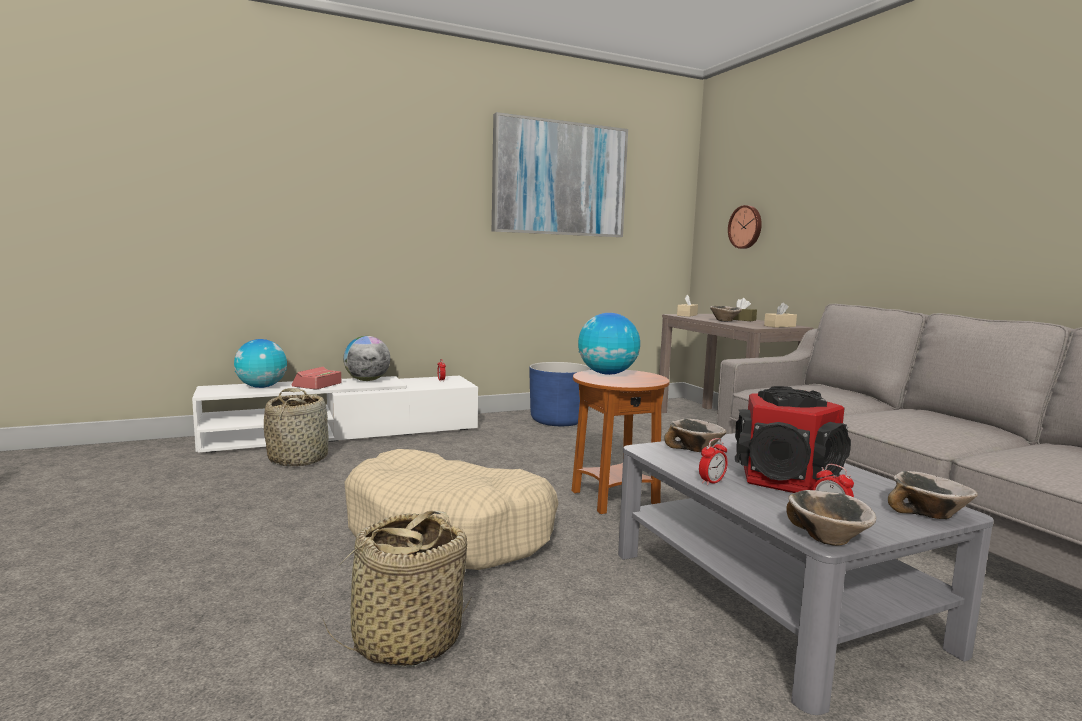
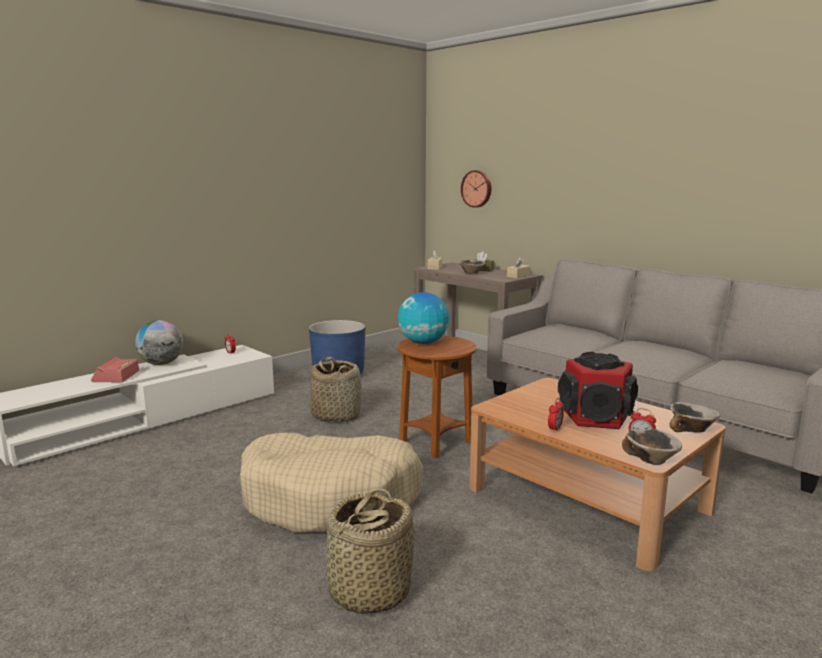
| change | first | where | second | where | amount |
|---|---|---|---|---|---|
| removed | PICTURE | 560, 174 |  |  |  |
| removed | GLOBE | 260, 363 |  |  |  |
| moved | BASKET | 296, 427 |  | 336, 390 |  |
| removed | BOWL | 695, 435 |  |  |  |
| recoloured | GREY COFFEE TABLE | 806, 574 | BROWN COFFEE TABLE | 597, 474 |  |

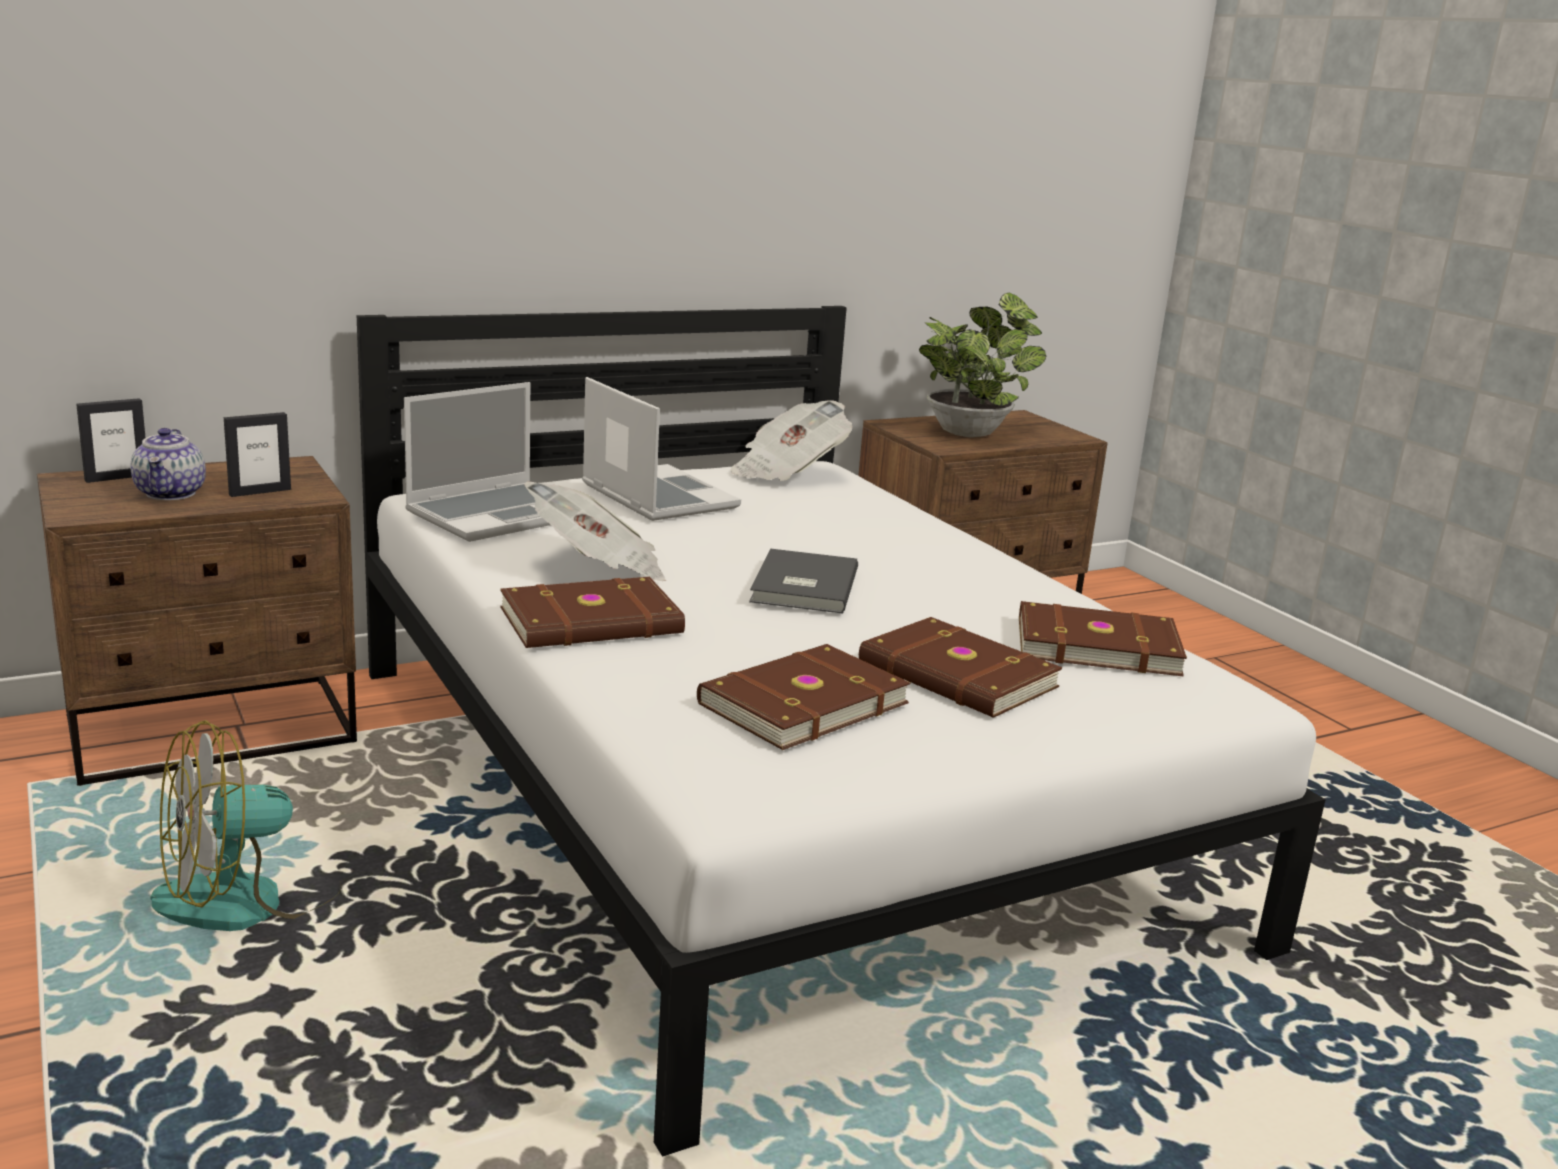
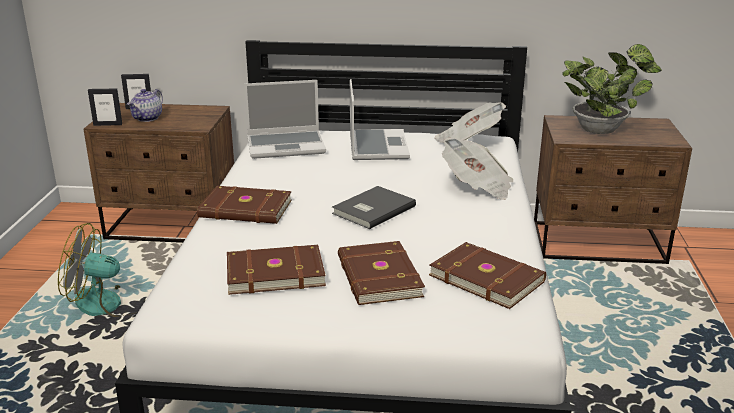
| change | first | where | second | where | amount |
|---|---|---|---|---|---|
| moved | PICTURE FRAME | 257, 454 |  | 105, 107 |  |
| moved | NEWSPAPER | 595, 531 |  | 477, 168 |  |

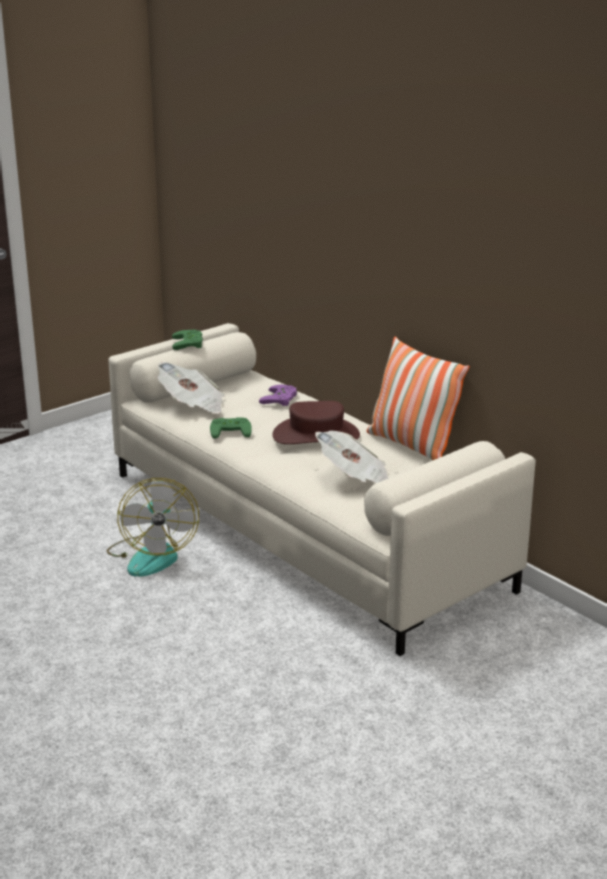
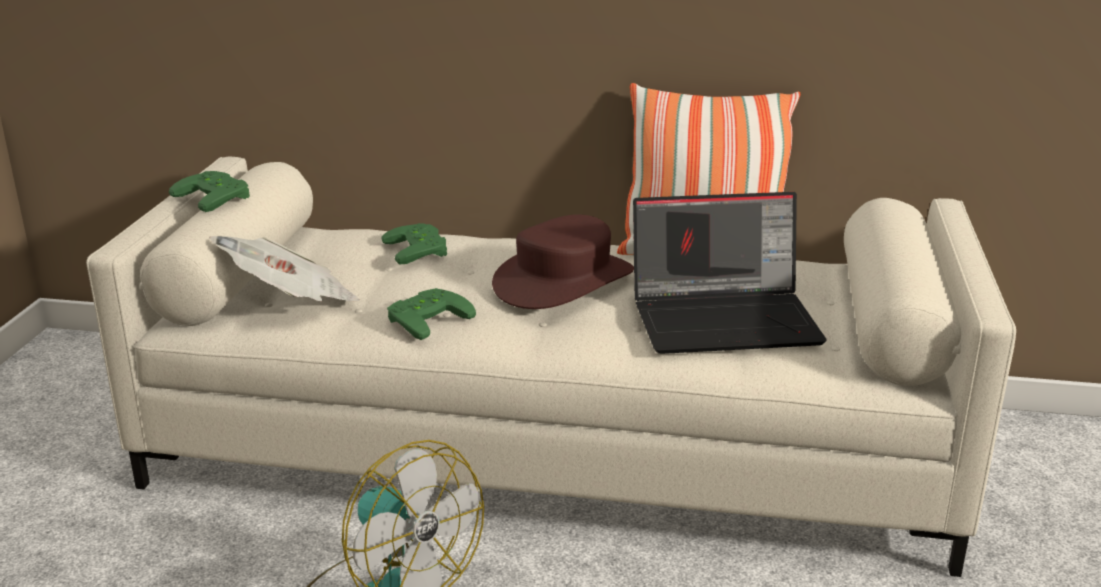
| change | first | where | second | where | amount |
|---|---|---|---|---|---|
| recoloured | PURPLE GAME CONTROLLER | 278, 395 | GREEN GAME CONTROLLER | 414, 243 |  |
| replaced | NEWSPAPER | 352, 457 | LAPTOP | 730, 273 |  |

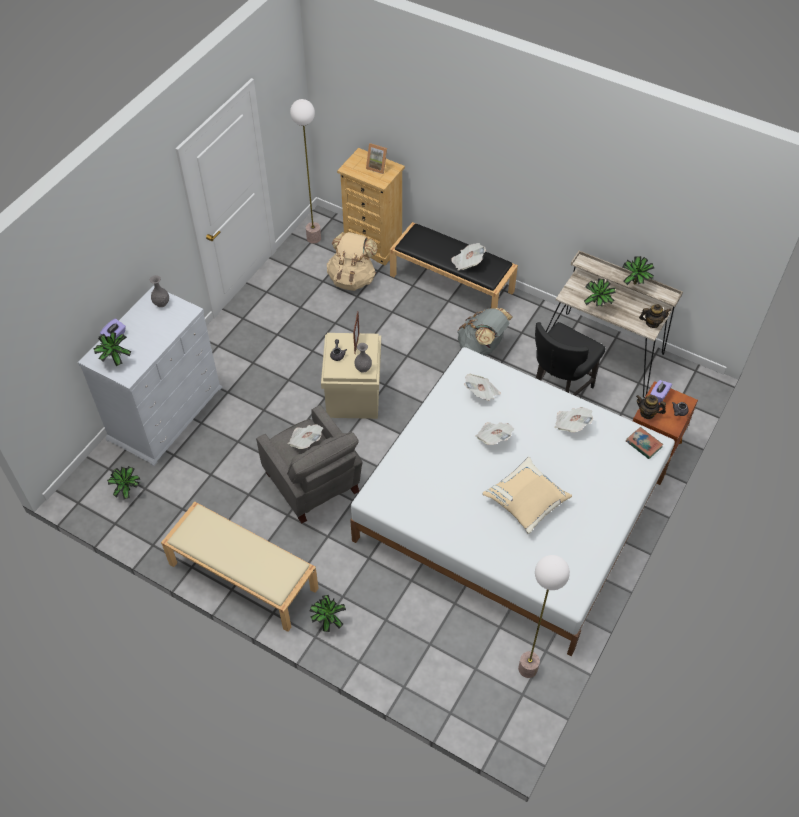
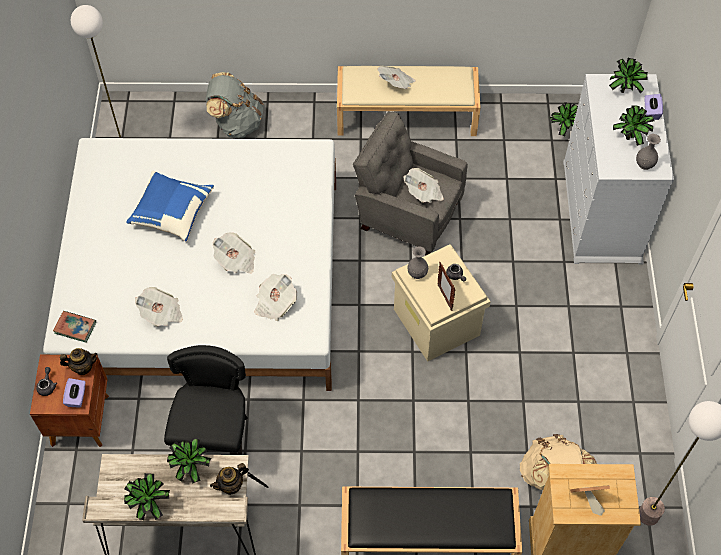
| change | first | where | second | where | amount |
|---|---|---|---|---|---|
| moved | NEWSPAPER | 468, 257 |  | 396, 77 |  |
| moved | TEAPOT | 655, 316 |  | 229, 479 |  |
| moved | GREY BACKPACK | 484, 332 |  | 235, 105 |  |
| recoloured | BEIGE PILLOW | 527, 495 | BLUE PILLOW | 170, 206 |  |
| moved | POTTED PLANT | 327, 613 |  | 633, 125 |  |

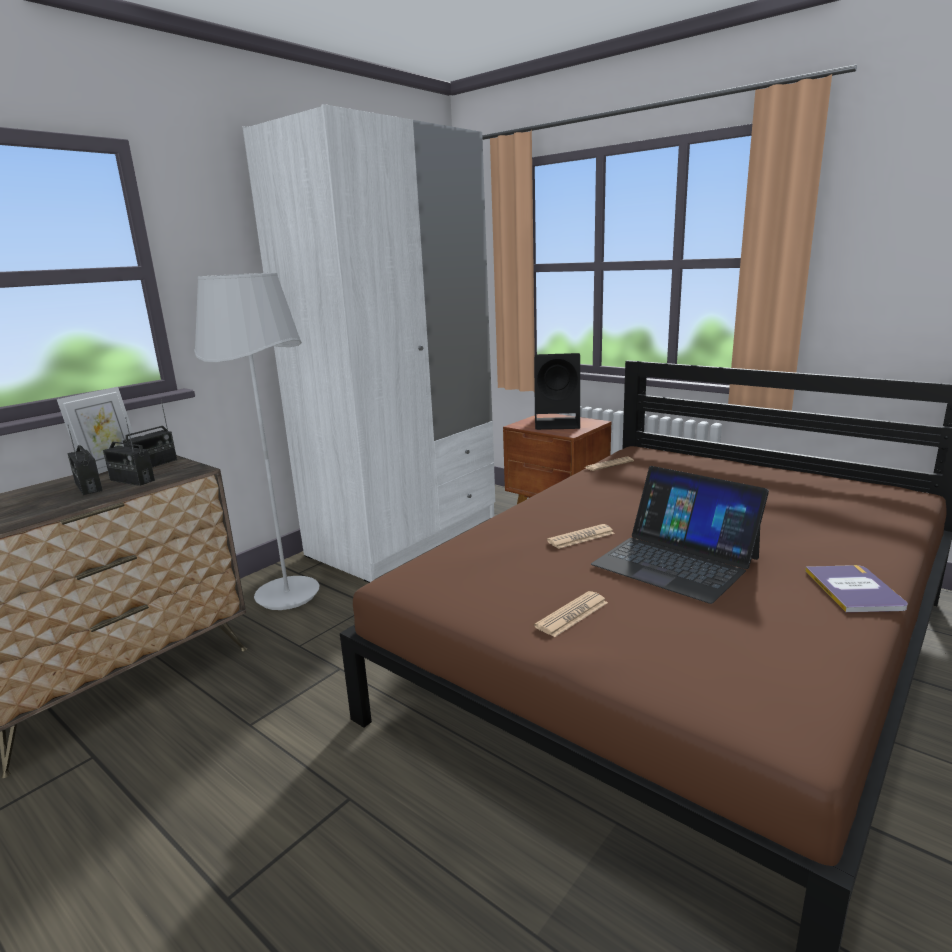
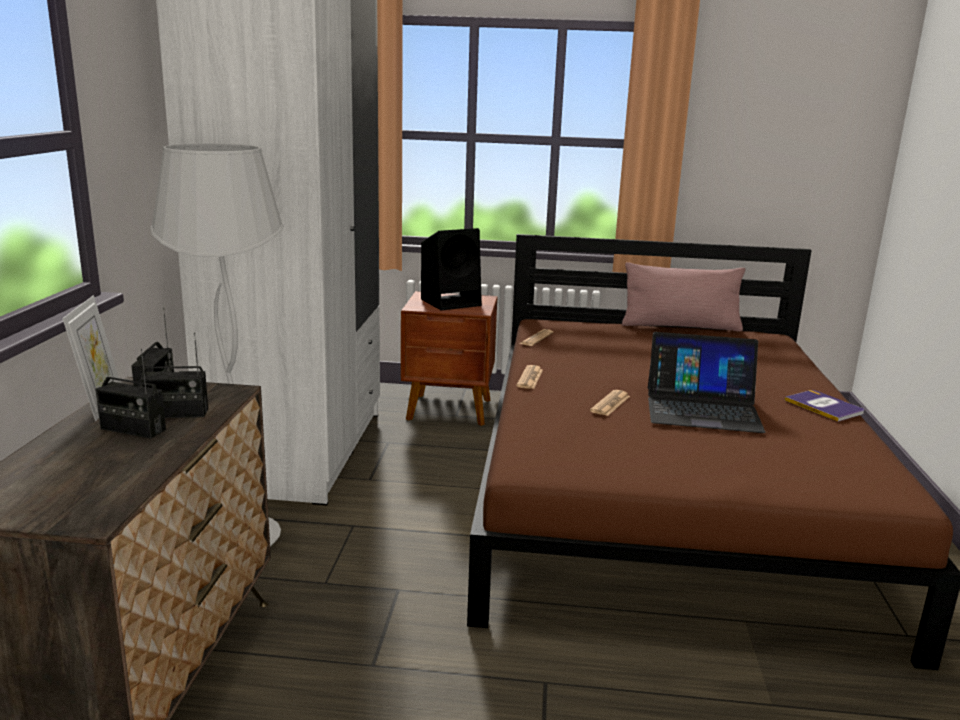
| change | first | where | second | where | amount |
|---|---|---|---|---|---|
| moved | NEWSPAPER | 571, 614 |  | 529, 377 |  |
| added |  |  | PINK PILLOW | 683, 296 |  |

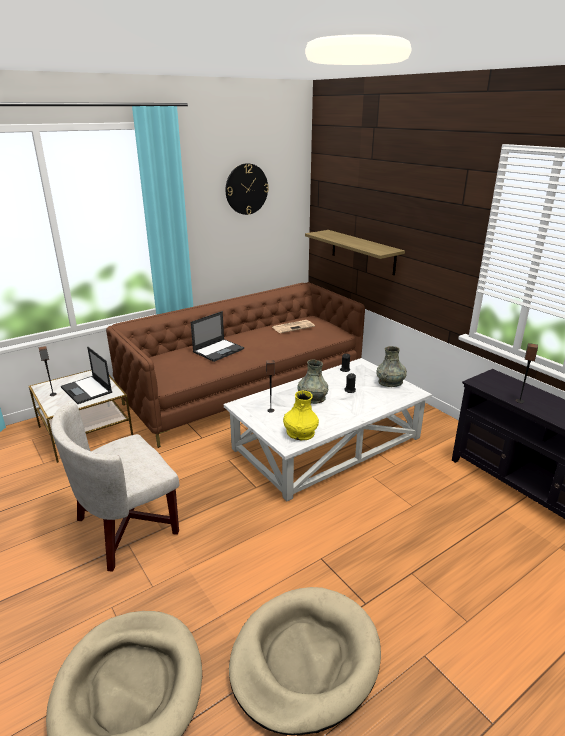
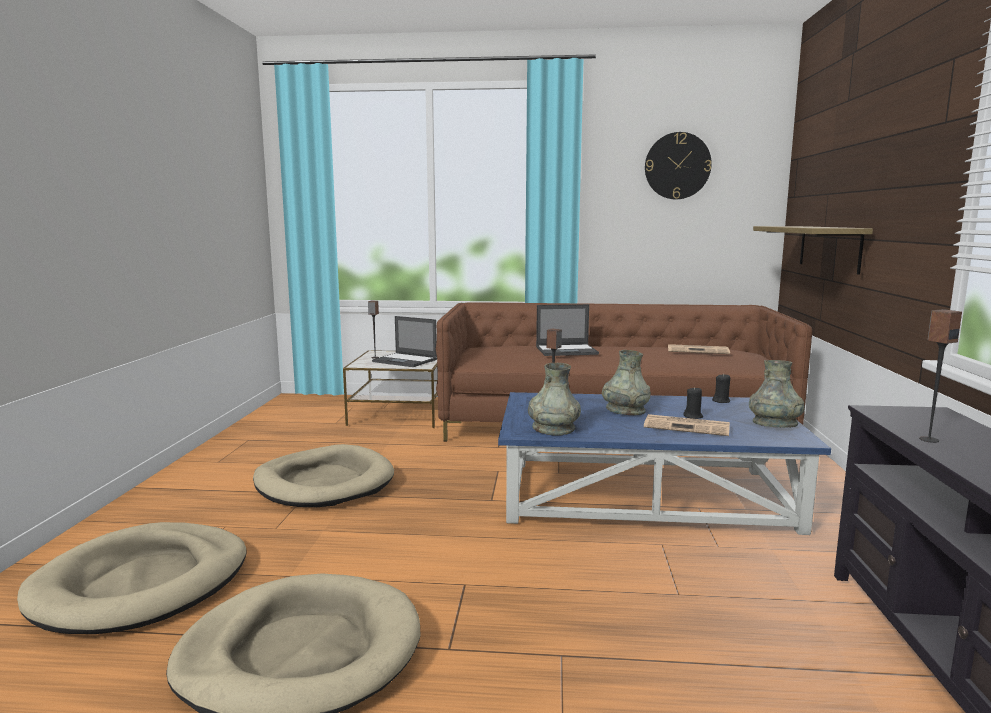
| change | first | where | second | where | amount |
|---|---|---|---|---|---|
| turned | LAPTOP | 86, 375 |  | 404, 341 | 60 degrees counterclockwise |
| recoloured | WHITE COFFEE TABLE | 328, 429 | BLUE COFFEE TABLE | 664, 463 |  |
| recoloured | YELLOW VASE | 301, 415 | GREY VASE | 554, 399 |  |
| replaced | WHITE ARMCHAIR | 115, 487 | BEIGE DOG BED | 323, 475 |  |
| added |  |  | NEWSPAPER | 687, 425 |  |

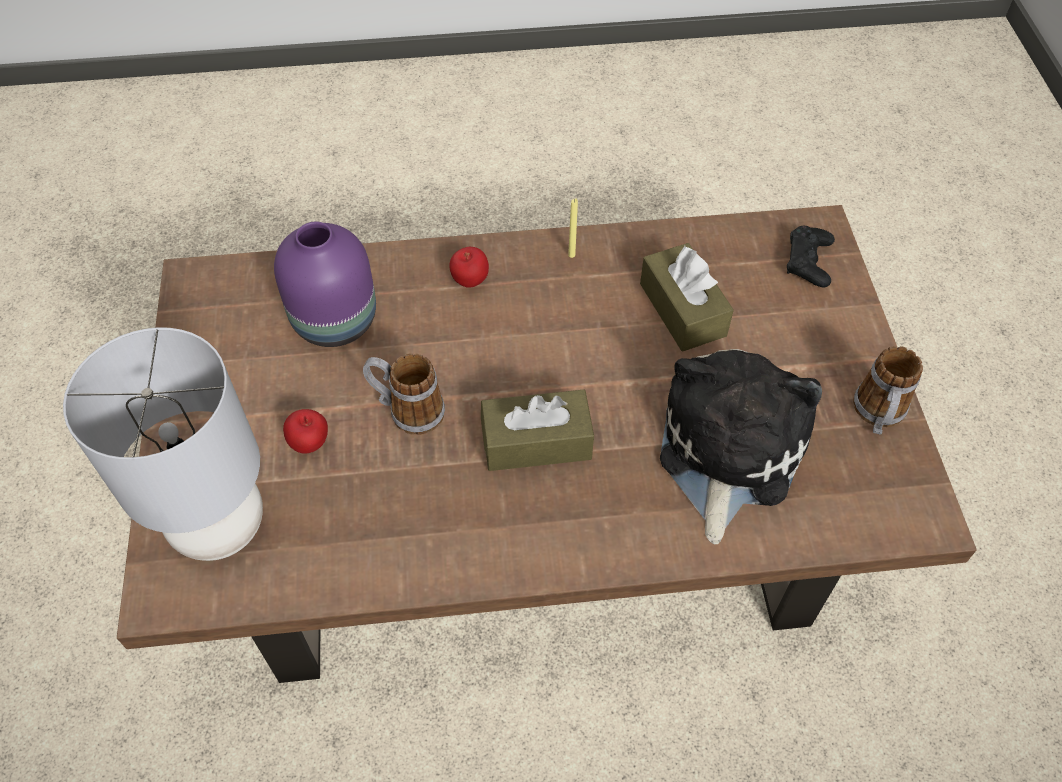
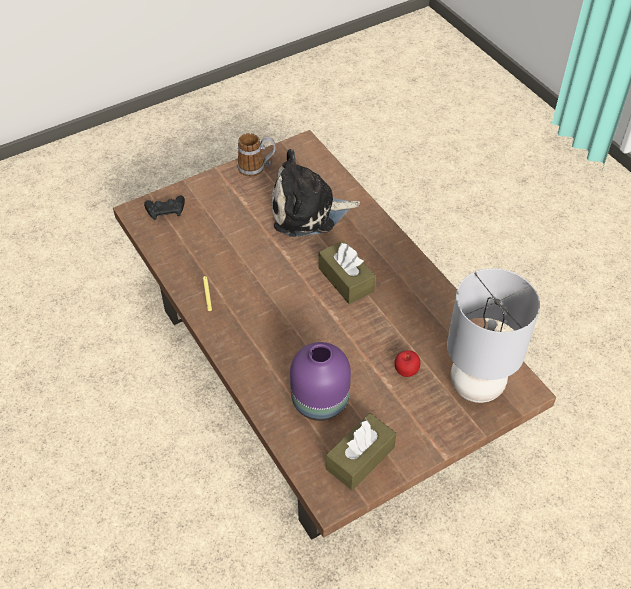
| change | first | where | second | where | amount |
|---|---|---|---|---|---|
| moved | BROWN TISSUE BOX | 687, 297 |  | 361, 451 |  |
| removed | APPLE | 469, 267 |  |  |  |
| removed | MUG | 404, 394 |  |  |  |

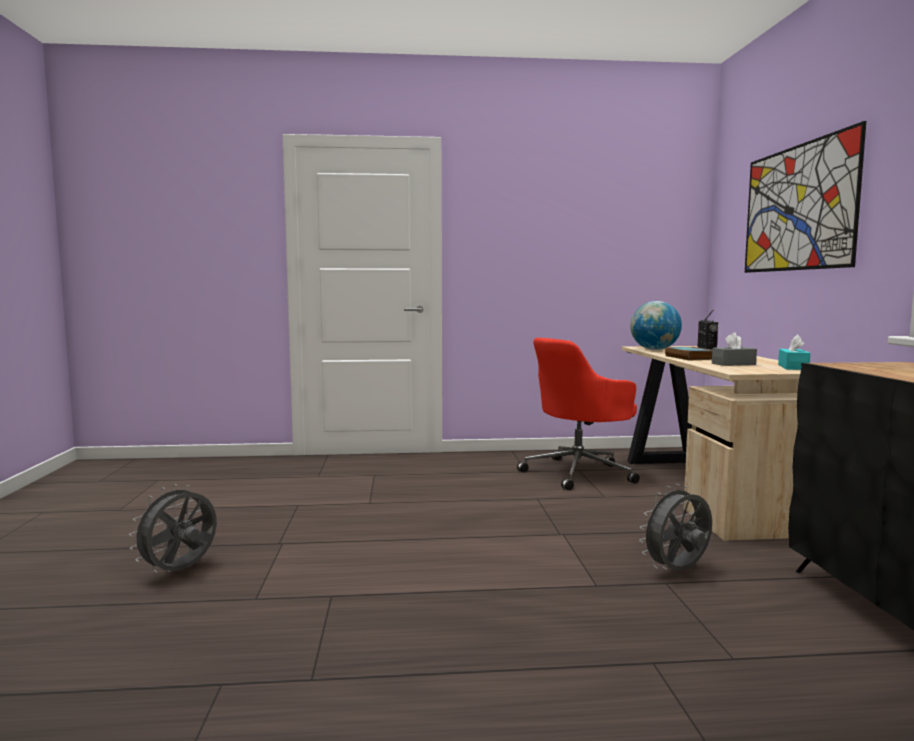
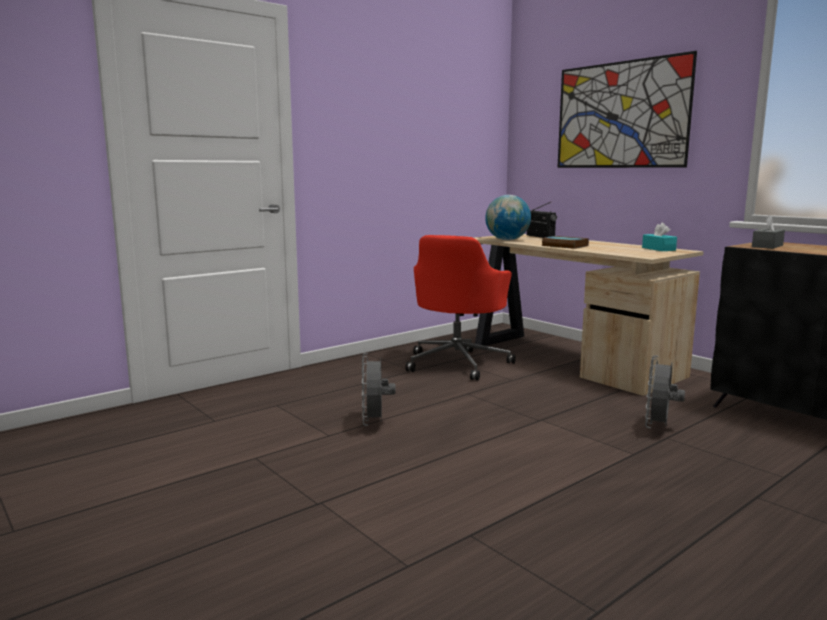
| change | first | where | second | where | amount |
|---|---|---|---|---|---|
| moved | GREY TISSUE BOX | 734, 349 |  | 768, 231 |  |
| moved | GREY FAN | 173, 528 |  | 379, 389 |  |

